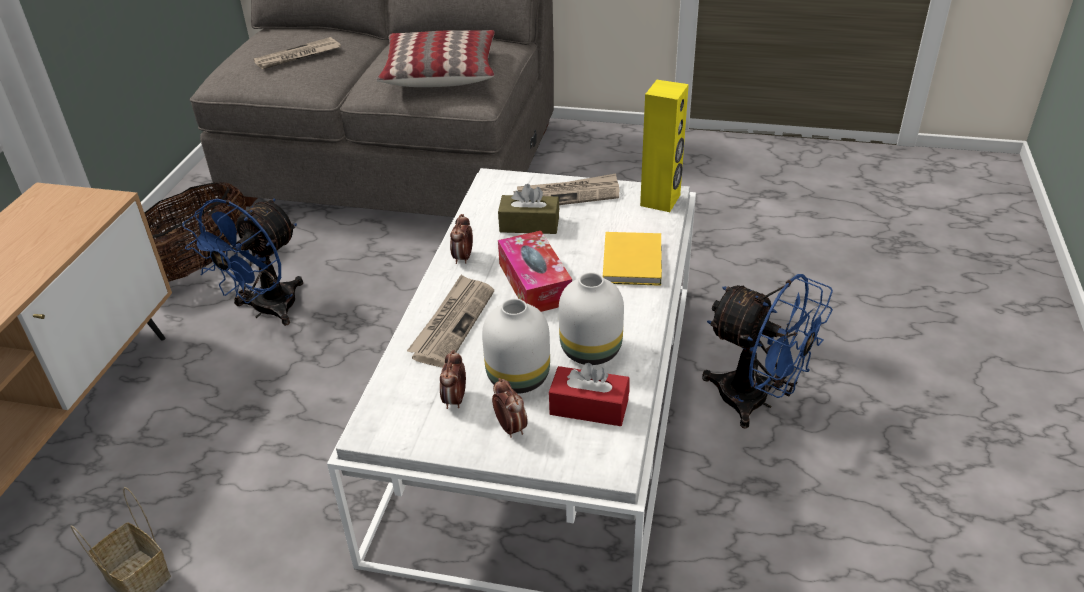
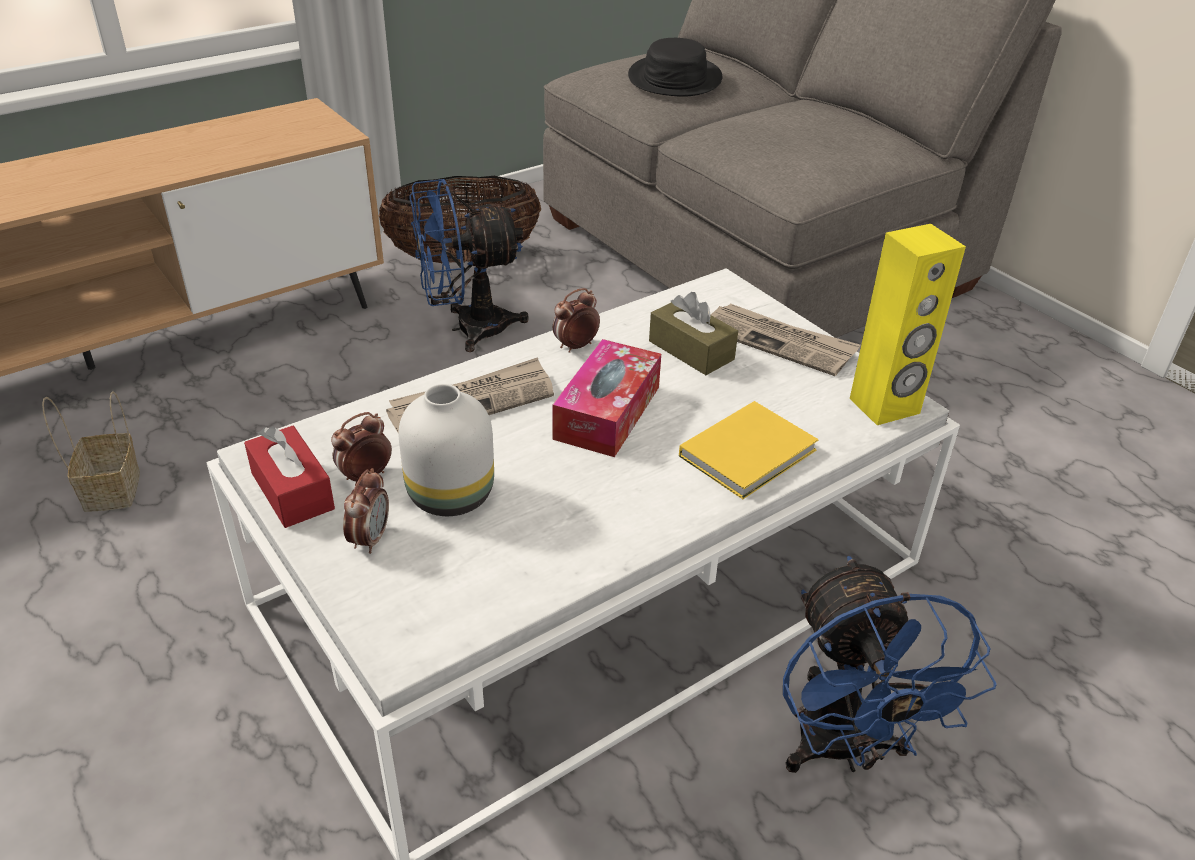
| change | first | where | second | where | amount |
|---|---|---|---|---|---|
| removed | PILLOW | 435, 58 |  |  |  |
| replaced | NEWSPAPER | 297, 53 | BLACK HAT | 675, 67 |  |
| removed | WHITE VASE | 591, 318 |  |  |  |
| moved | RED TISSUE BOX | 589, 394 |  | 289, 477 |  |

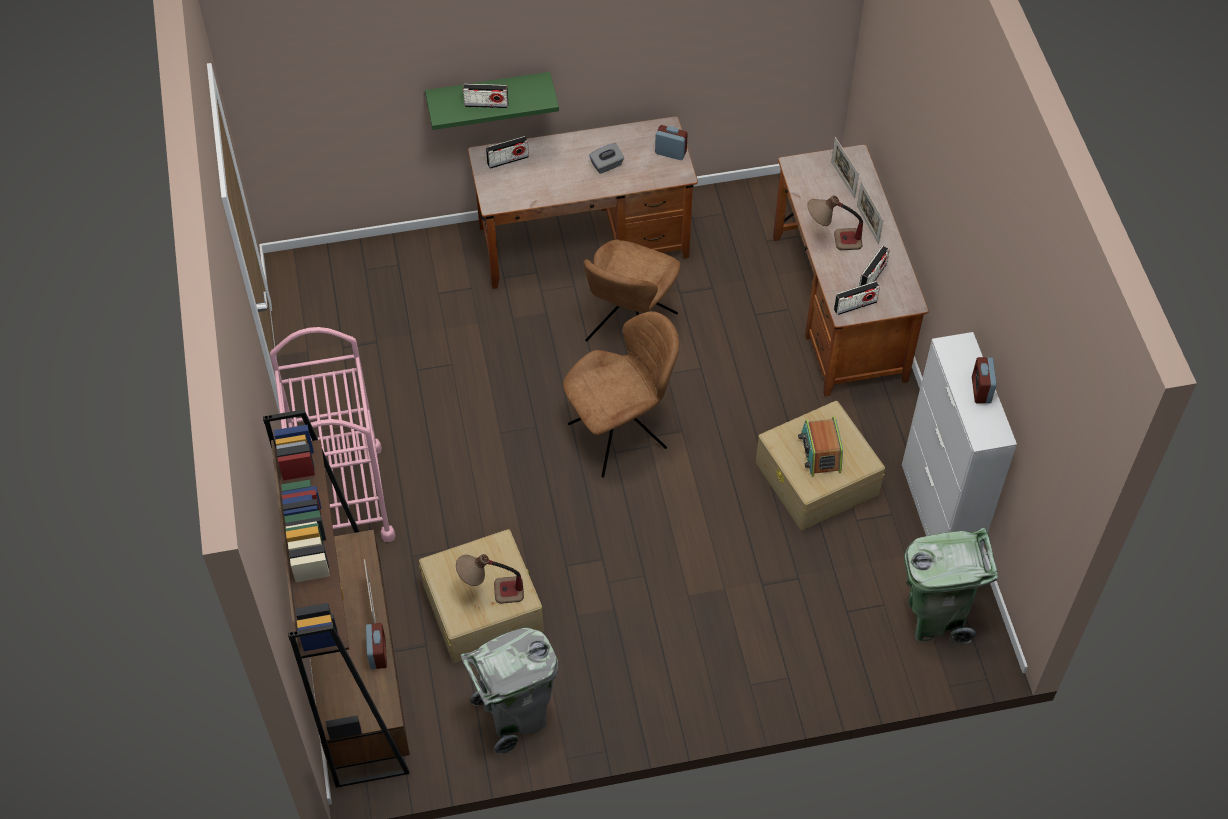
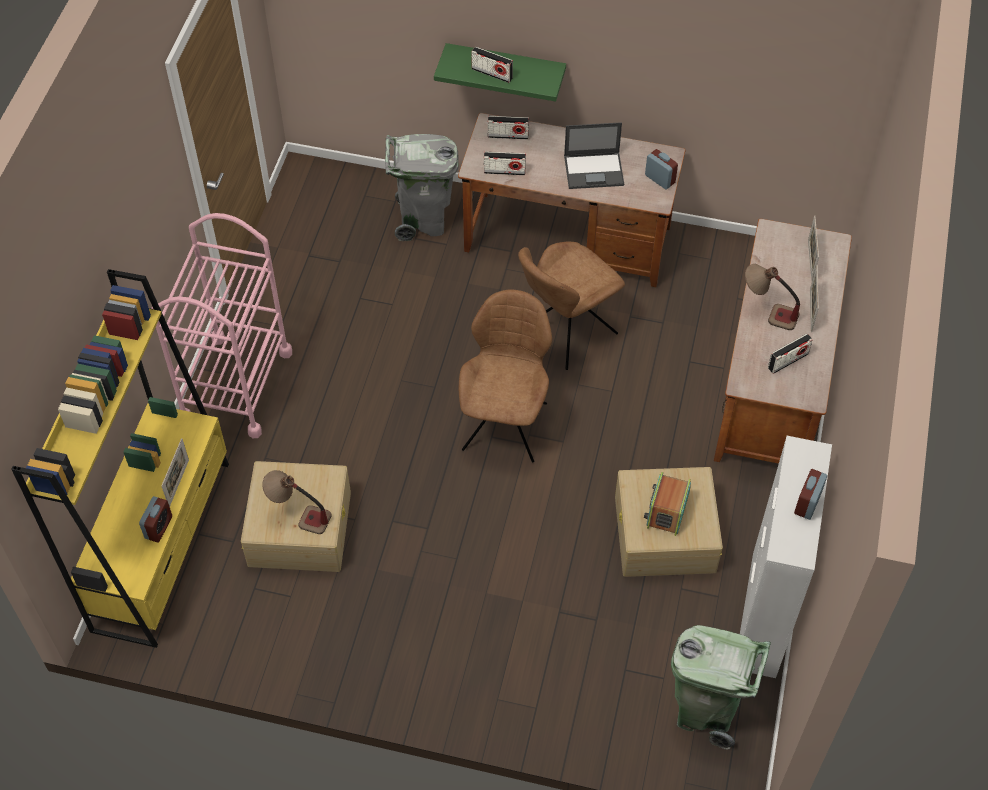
| change | first | where | second | where | amount |
|---|---|---|---|---|---|
| replaced | GREY TISSUE BOX | 606, 158 | LAPTOP | 594, 155 |  |
| moved | RADIO | 857, 298 |  | 505, 163 |  |
| turned | BROWN CHAIR | 621, 394 |  | 505, 376 | 75 degrees counterclockwise |
| recoloured | BROWN BOOKCASE | 336, 598 | YELLOW BOOKCASE | 120, 458 |  |
| moved | GREY TRASH CAN | 509, 691 |  | 422, 187 |  |

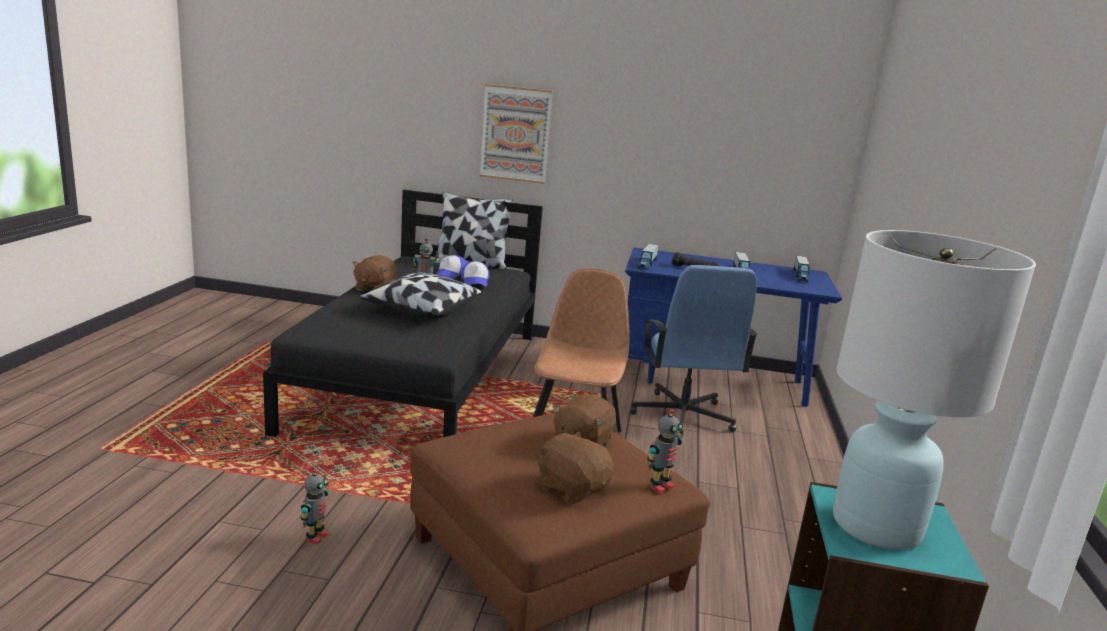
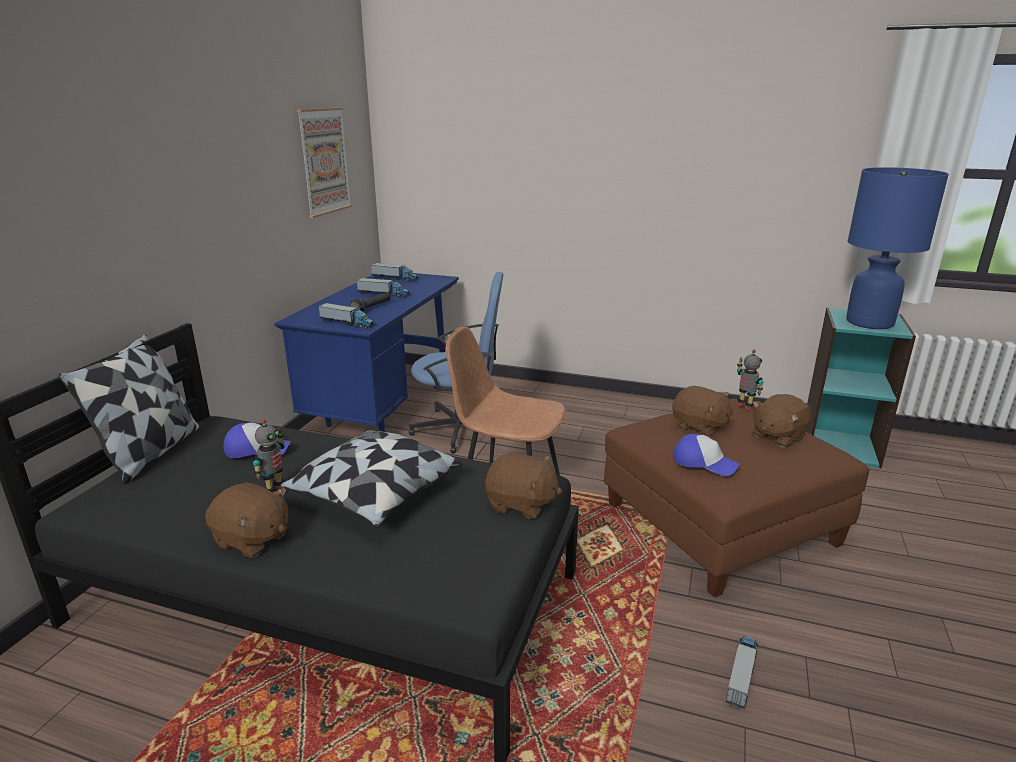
| change | first | where | second | where | amount |
|---|---|---|---|---|---|
| moved | PICTURE | 516, 134 |  | 324, 163 |  |
| recoloured | WHITE TABLE LAMP | 934, 390 | BLUE TABLE LAMP | 897, 248 |  |
| moved | CAP | 451, 267 |  | 706, 455 |  |
| replaced | TOY ROBOT | 314, 506 | TOY TRUCK | 742, 673 |  |
| added |  |  | BROWN PLUSH TOY | 523, 485 |  |

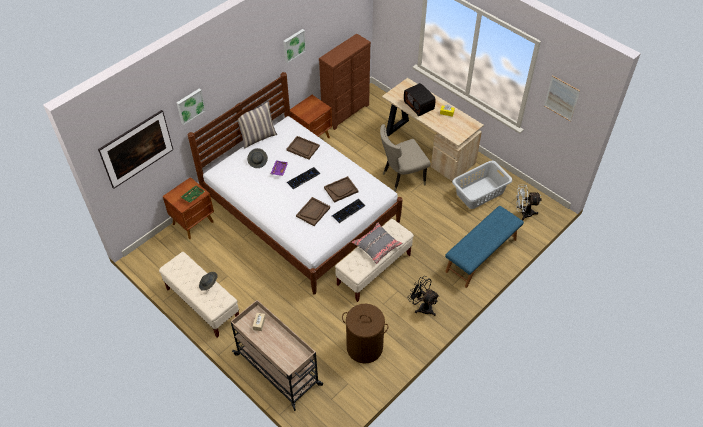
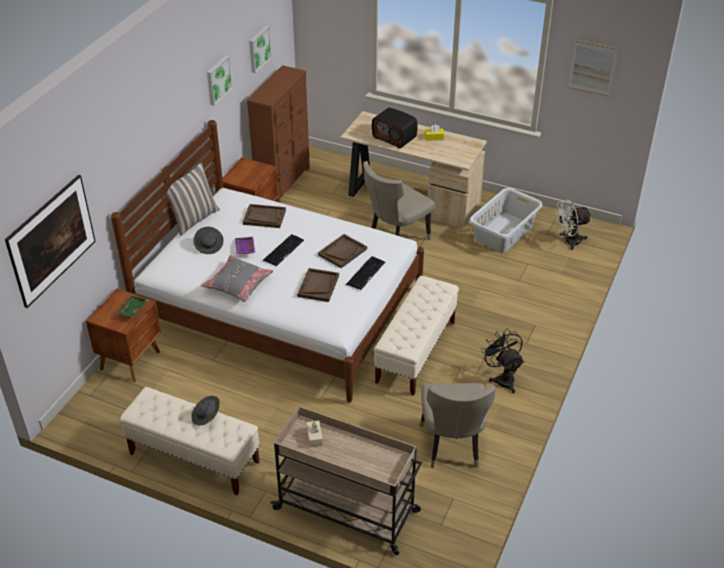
| change | first | where | second | where | amount |
|---|---|---|---|---|---|
| moved | PICTURE | 191, 106 |  | 260, 49 |  |
| removed | BLUE BENCH | 484, 247 |  |  |  |
| moved | GREY PILLOW | 377, 243 |  | 237, 278 |  |
| turned | BLACK FAN | 424, 296 |  | 502, 360 | 45 degrees clockwise |
| replaced | BROWN LAUNDRY BASKET | 365, 333 | BEIGE CHAIR | 458, 425 |  |

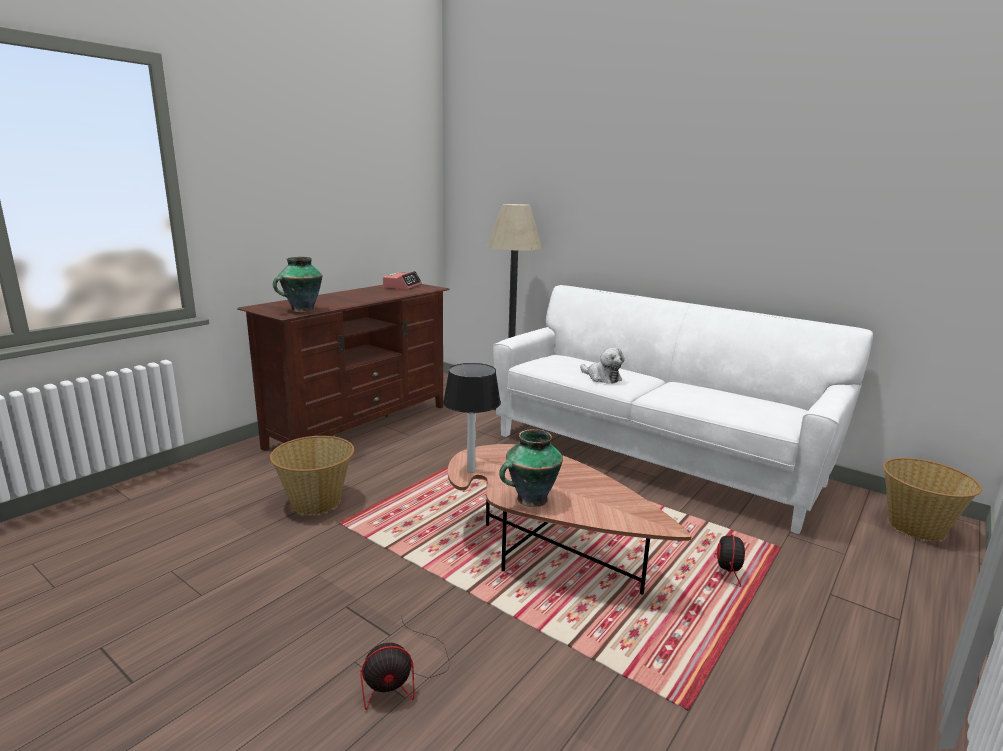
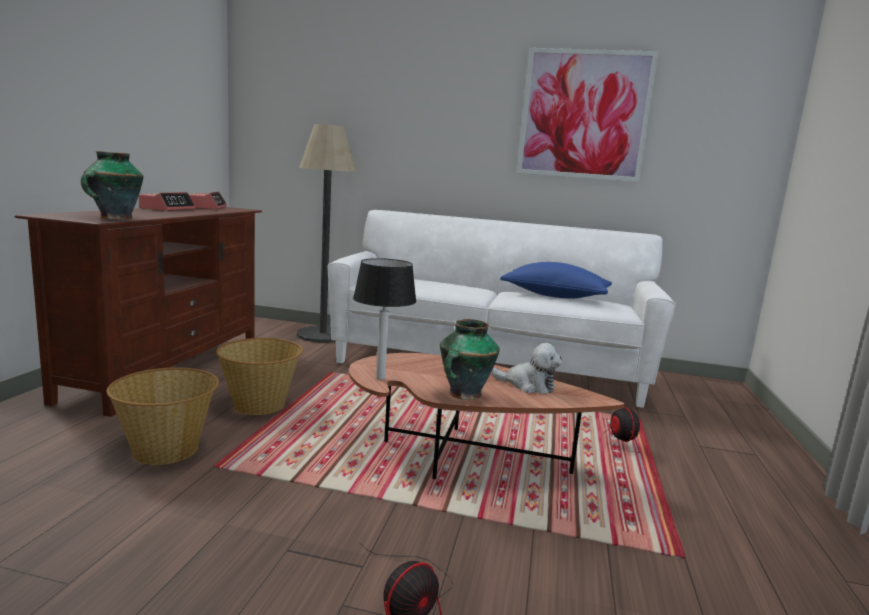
| change | first | where | second | where | amount |
|---|---|---|---|---|---|
| moved | PLUSH TOY | 602, 366 |  | 527, 368 |  |
| moved | BASKET | 932, 499 |  | 259, 376 |  |
| added |  |  | PICTURE | 588, 115 |  |
| added |  |  | ALARM CLOCK | 166, 201 |  |
| added |  |  | BLUE PILLOW | 556, 280 |  |

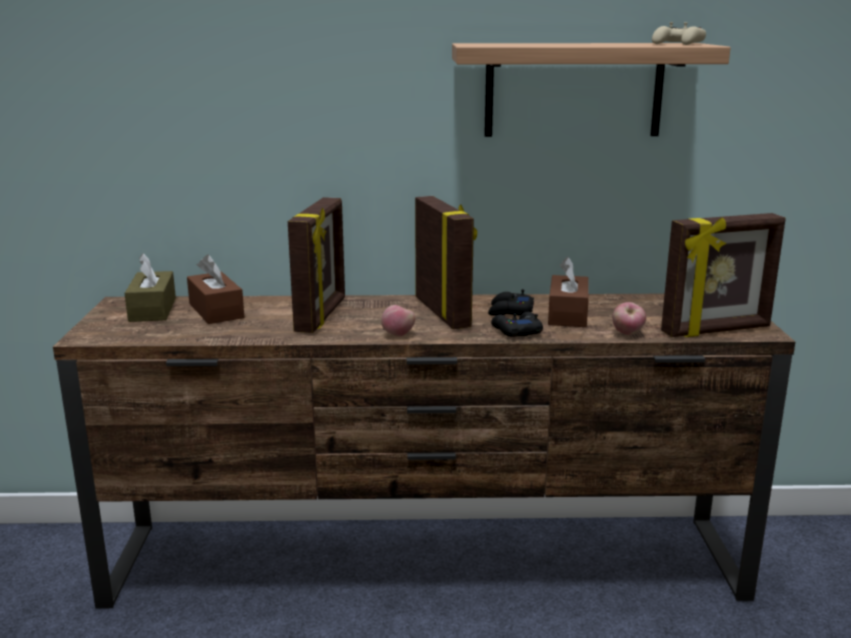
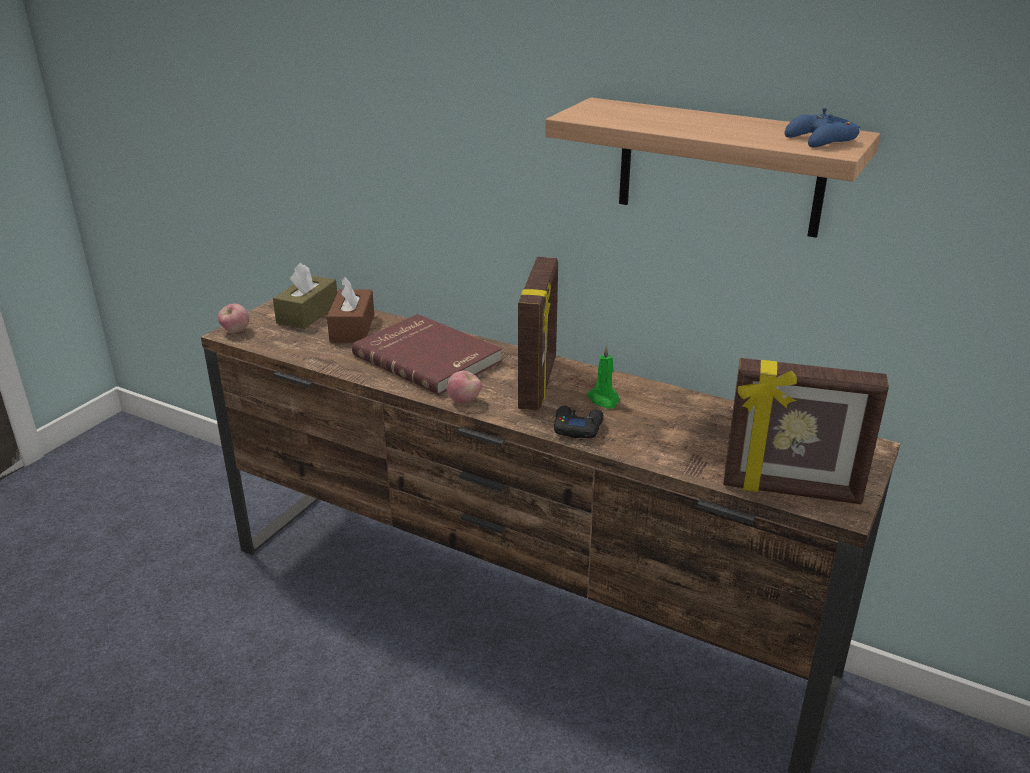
| change | first | where | second | where | amount |
|---|---|---|---|---|---|
| recoloured | BEIGE GAME CONTROLLER | 679, 33 | BLUE GAME CONTROLLER | 822, 128 |  |
| replaced | PICTURE FRAME | 316, 265 | RED BOOK | 427, 354 |  |
| removed | BROWN TISSUE BOX | 568, 292 |  |  |  |
| replaced | BLACK GAME CONTROLLER | 511, 302 | GREEN CANDLE | 603, 377 |  |
| moved | APPLE | 629, 318 |  | 233, 318 |  |

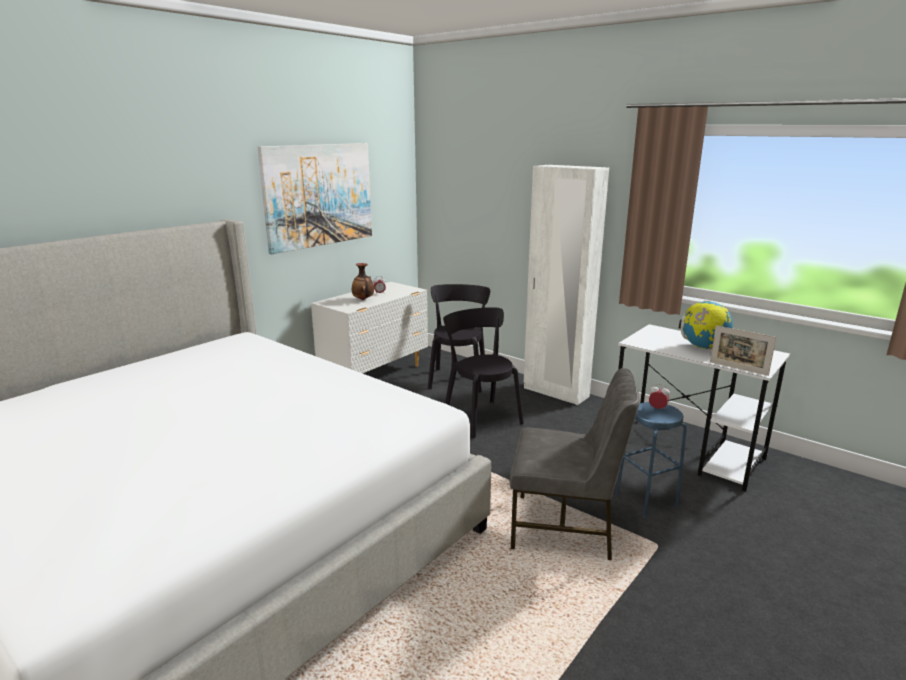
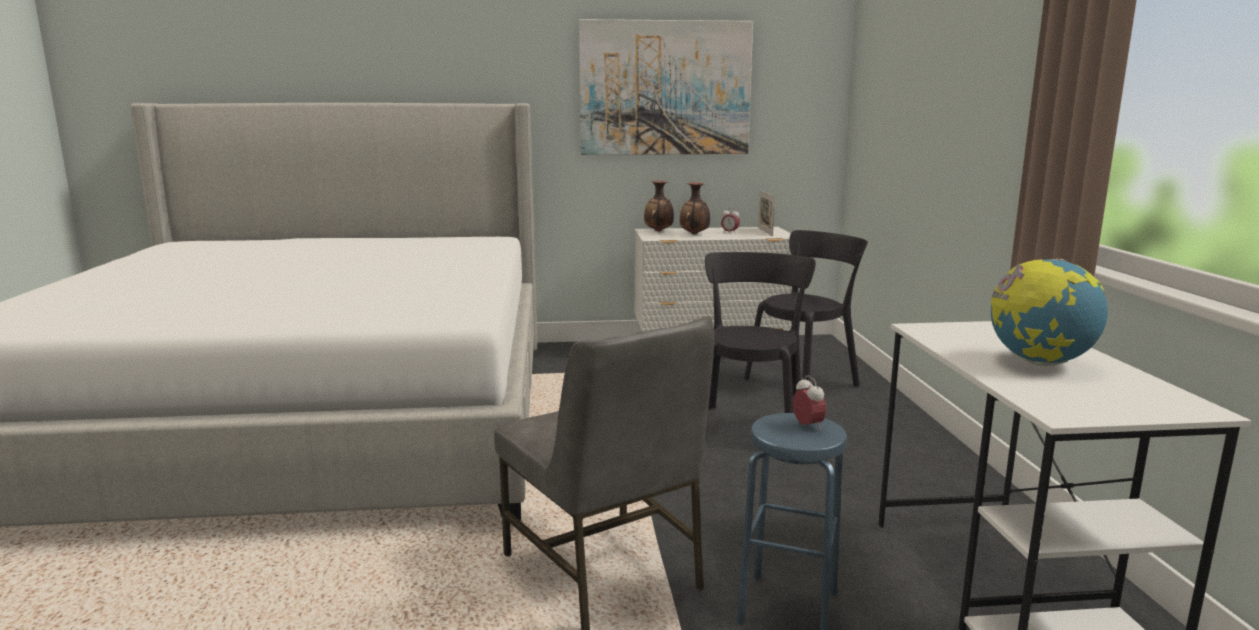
| change | first | where | second | where | amount |
|---|---|---|---|---|---|
| removed | WHITE WARDROBE | 566, 285 |  |  |  |
| moved | PICTURE FRAME | 743, 350 |  | 766, 213 |  |
| added |  |  | VASE | 659, 206 |  |

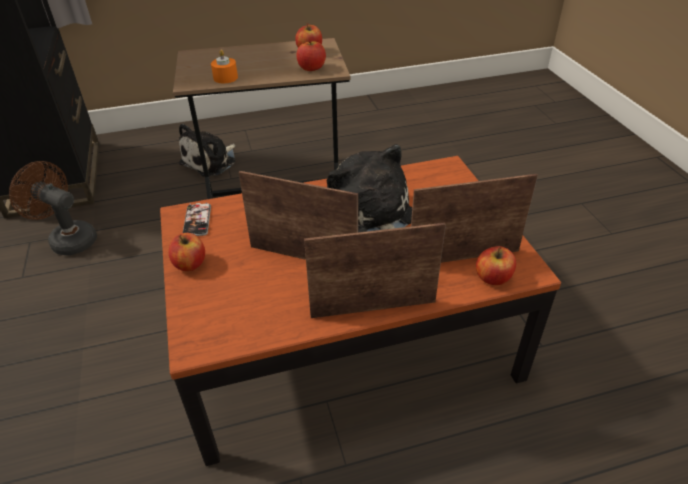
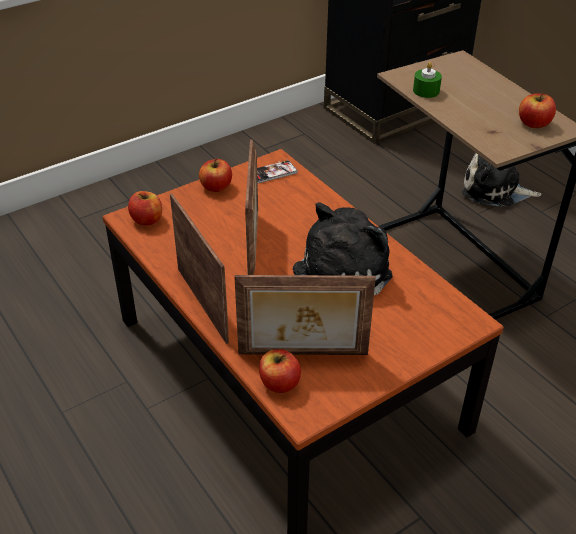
| change | first | where | second | where | amount |
|---|---|---|---|---|---|
| moved | APPLE | 311, 56 |  | 145, 208 |  |
| recoloured | ORANGE CANDLE | 224, 66 | GREEN CANDLE | 427, 80 |  |
| removed | BROWN FAN | 53, 208 |  |  |  |
| turned | PICTURE FRAME | 474, 218 |  | 305, 315 | 120 degrees clockwise |

